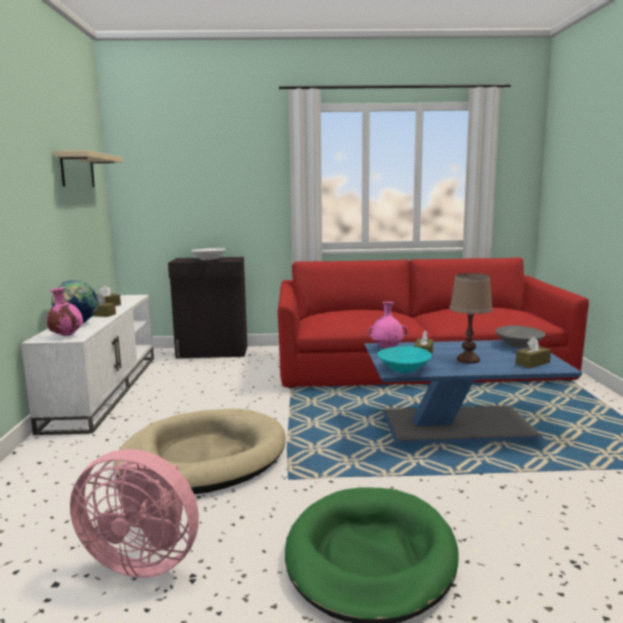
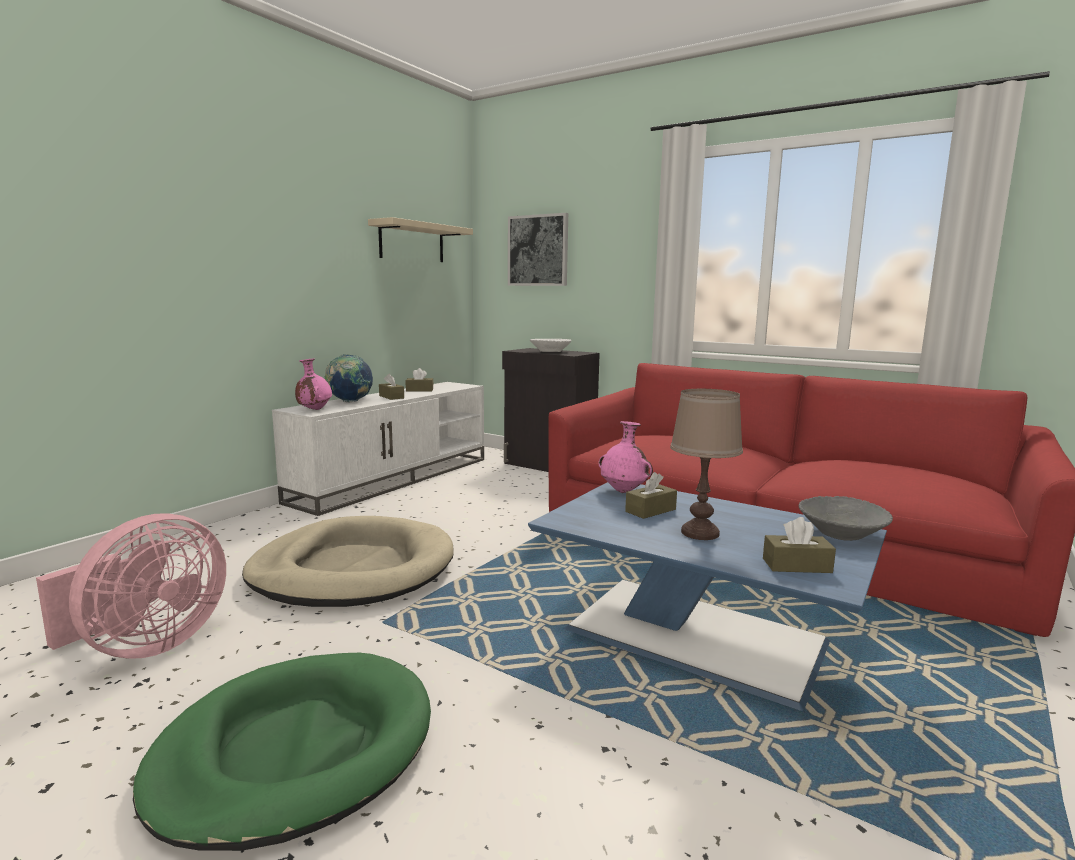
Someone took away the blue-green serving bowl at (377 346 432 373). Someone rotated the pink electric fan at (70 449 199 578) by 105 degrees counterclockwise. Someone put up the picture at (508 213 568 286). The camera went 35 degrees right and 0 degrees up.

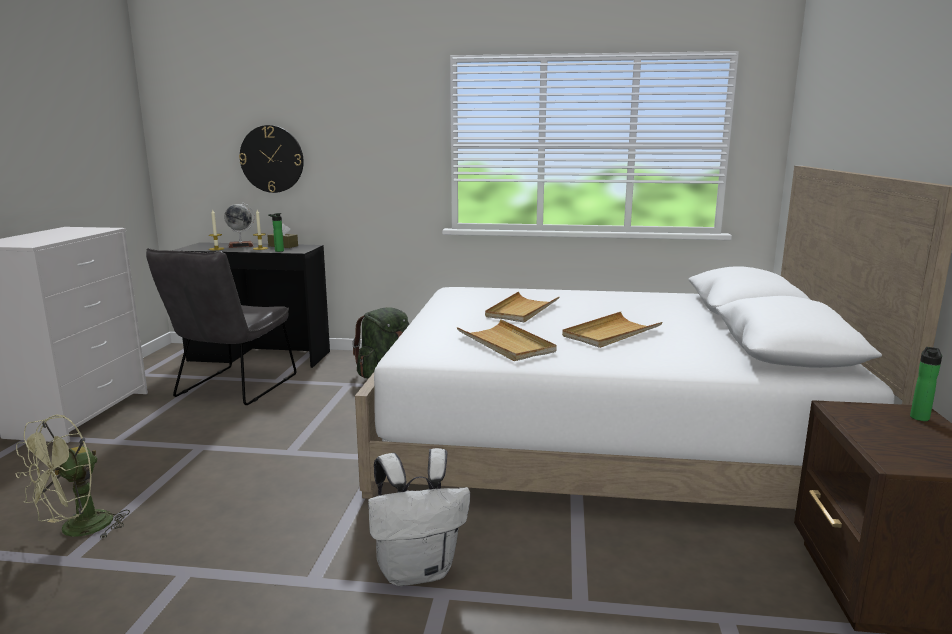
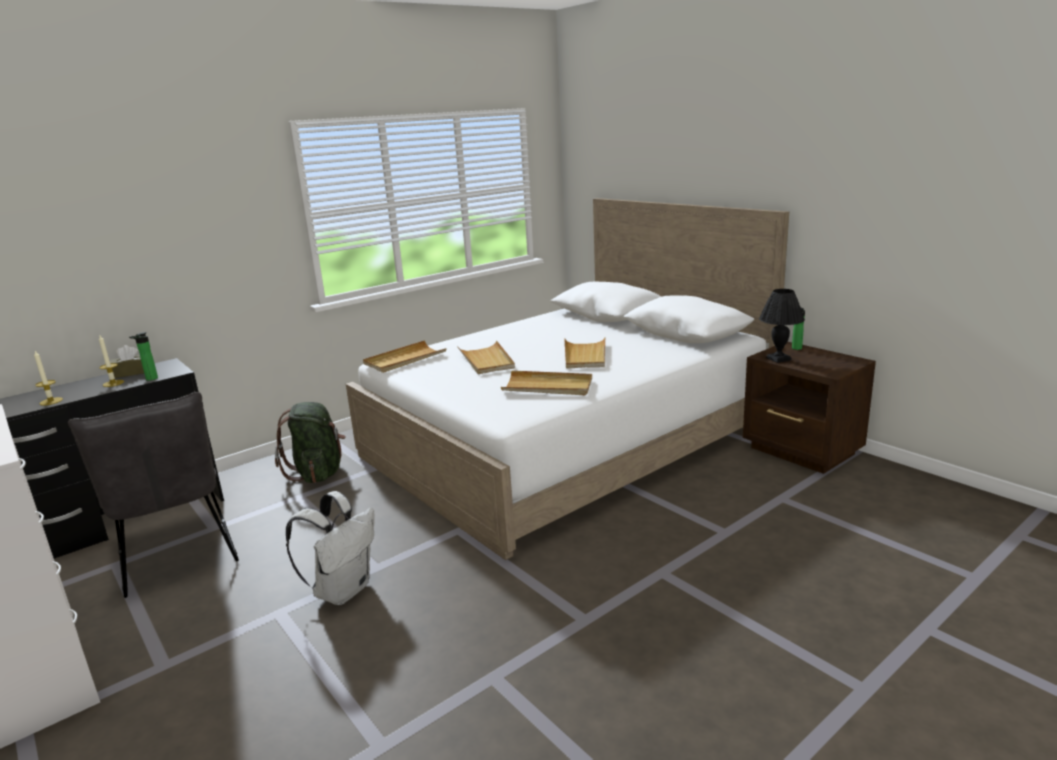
Someone took away the wall clock at (239 125 304 193). Someone took away the desk globe at (224 202 254 248). Someone took away the green electric fan at (15 415 130 540). Someone carried the white backpack from (368 448 470 586) to (286 491 375 605). Someone put down the black tabletop lamp at (759 289 805 363). Someone put down the beige-coloured serving tray at (363 340 447 373). The camera went 45 degrees left and 5 degrees up.

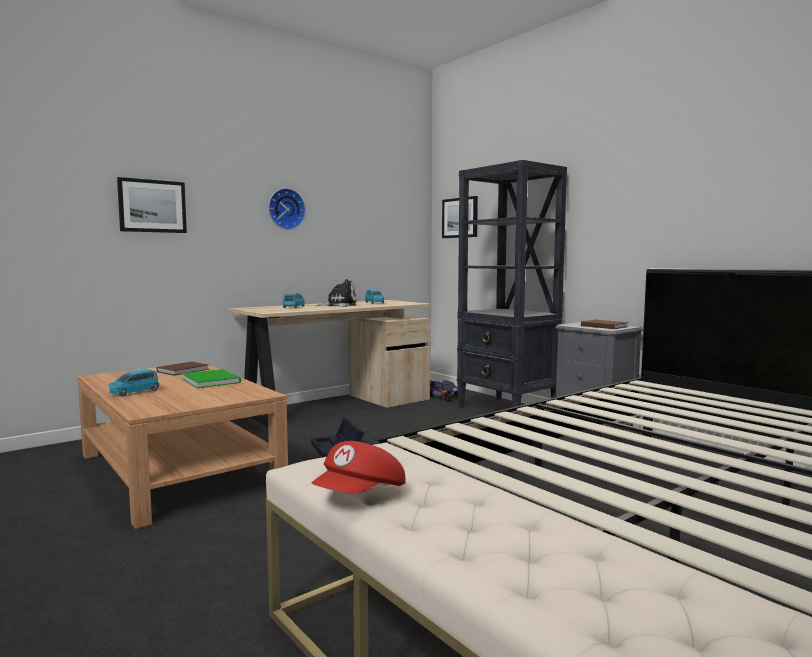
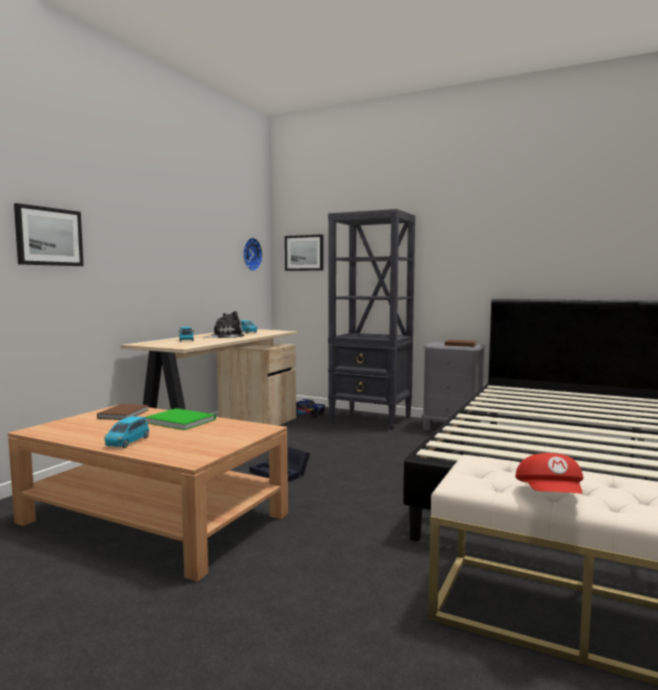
Someone carried the wall clock from (268 188 306 230) to (243 238 262 271). The camera went 25 degrees left and 0 degrees up.

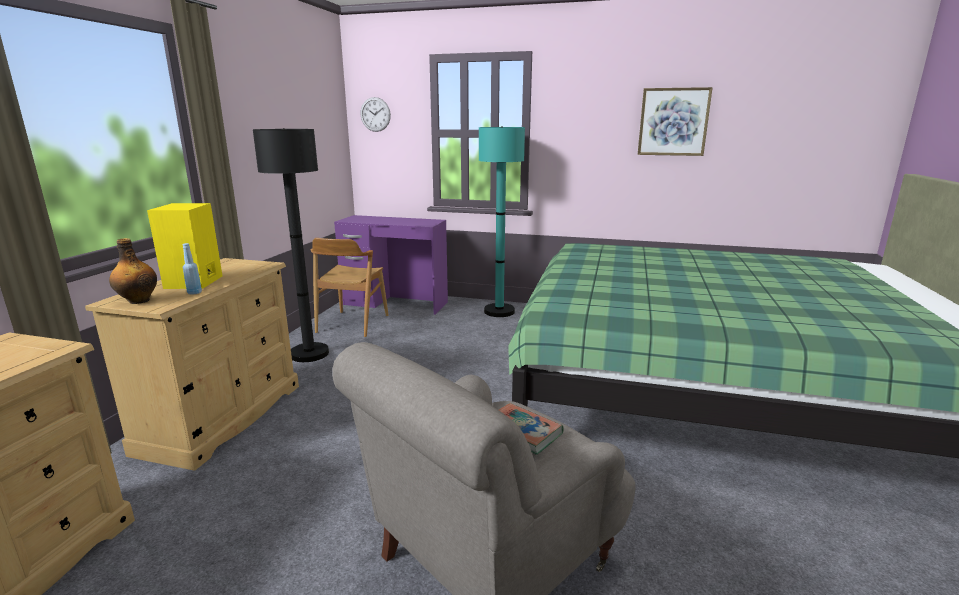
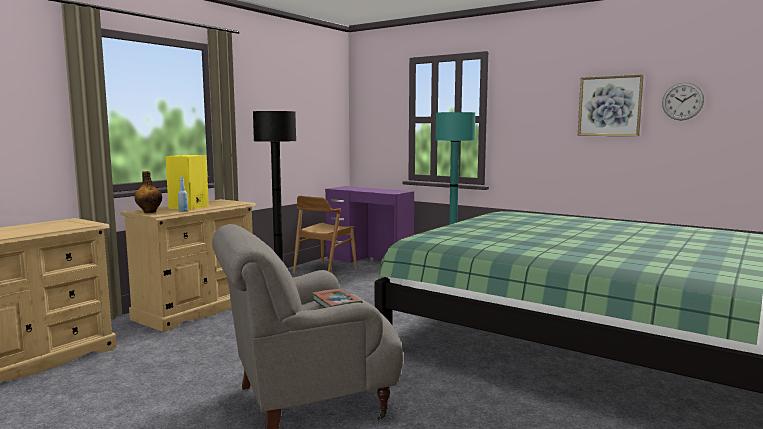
Someone carried the wall clock from (360 97 391 132) to (662 82 704 120). The camera went 20 degrees right and 10 degrees down.

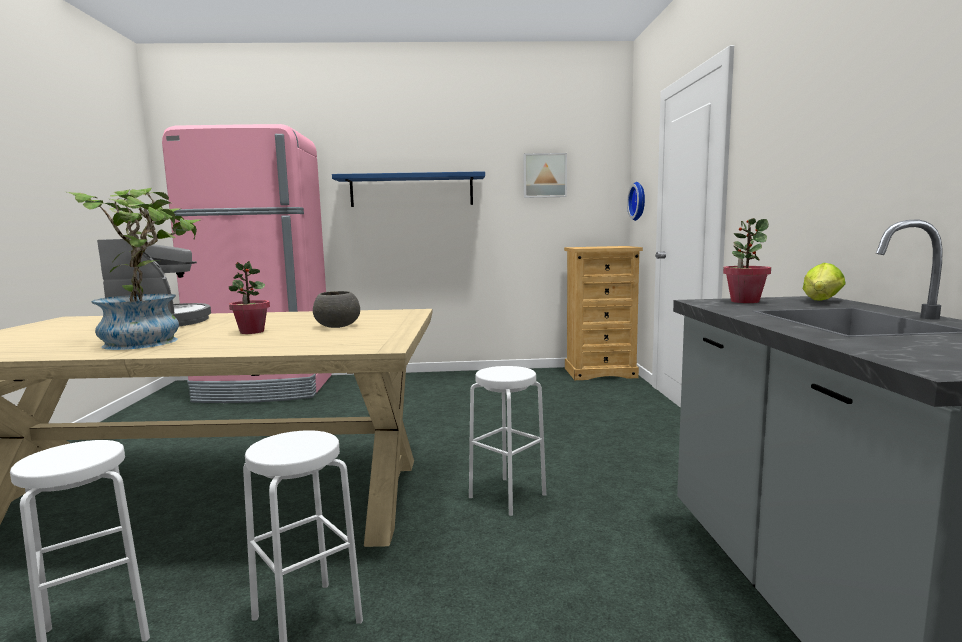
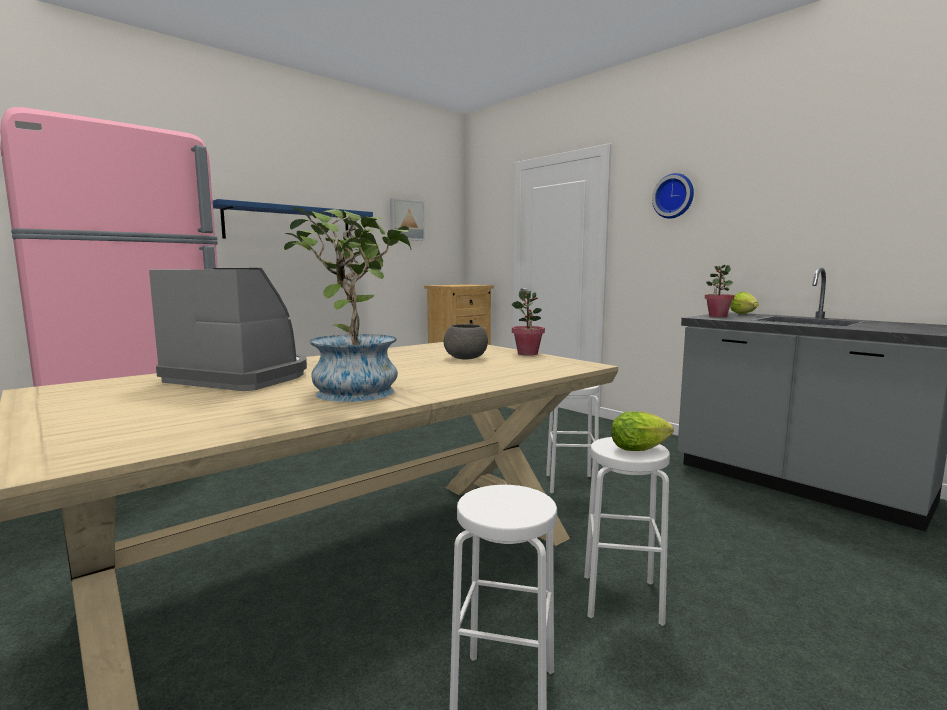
Someone carried the wall clock from (627 182 645 221) to (652 173 694 219). Someone carried the plant in a pot from (229 261 270 334) to (512 291 545 356). Someone put down the head of lettuce at (611 412 674 451). The camera went 40 degrees left and 0 degrees up.

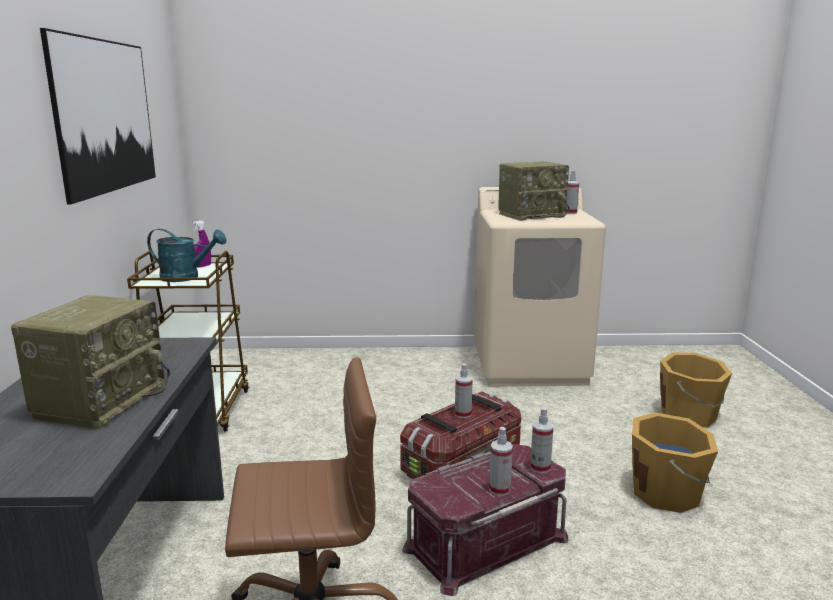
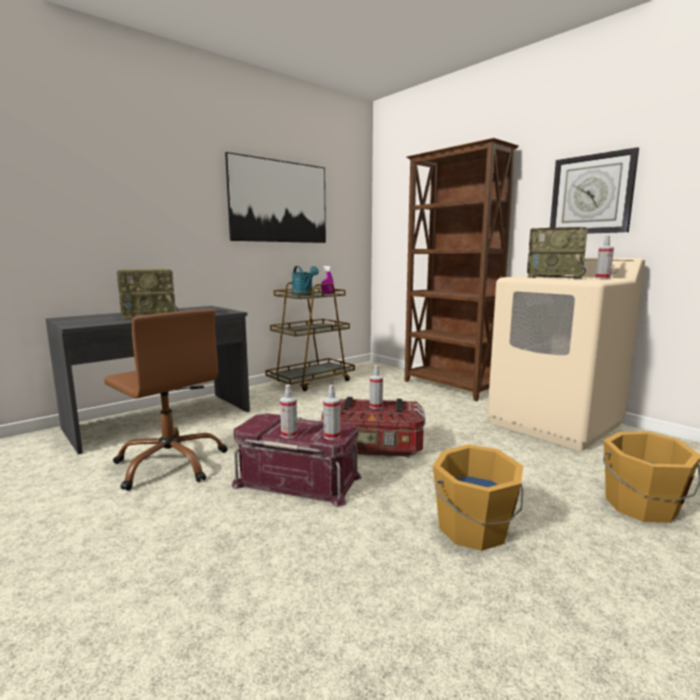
Someone put down the brown-coloured bookcase at (405 138 519 401). Someone put up the wall clock at (550 147 639 234). The camera went 50 degrees right and 5 degrees down.

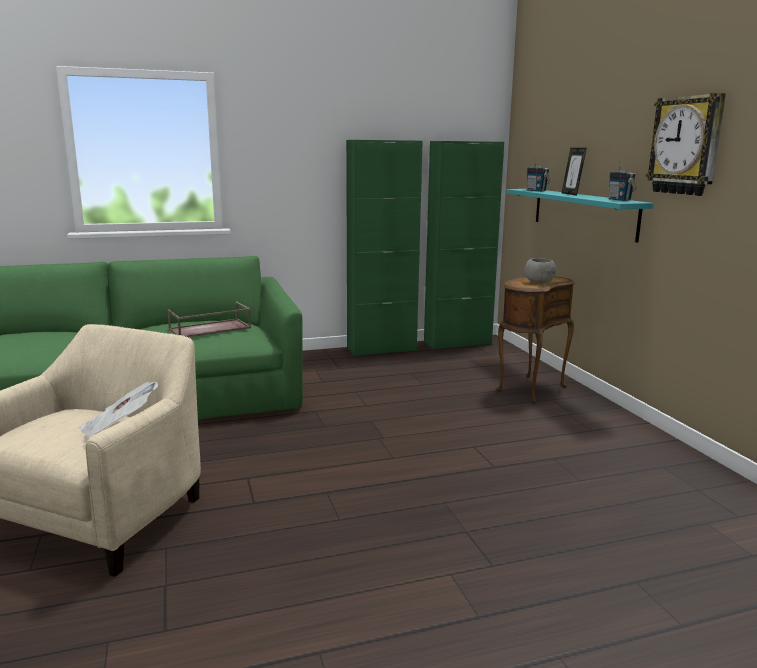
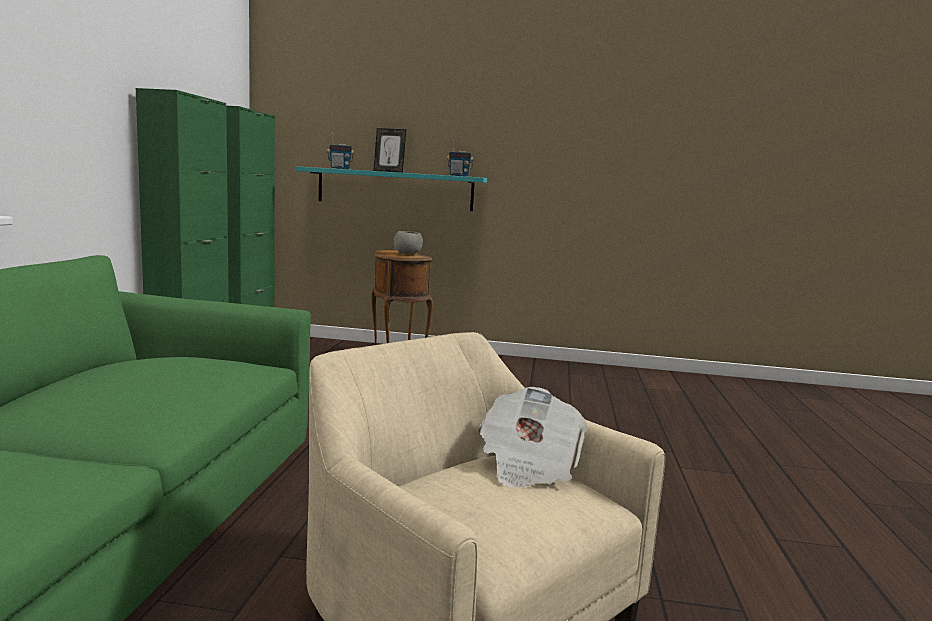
Someone took away the wall clock at (646 93 726 196). Someone took away the brown-coloured serving tray at (167 301 251 337). The camera went 65 degrees left and 5 degrees down.

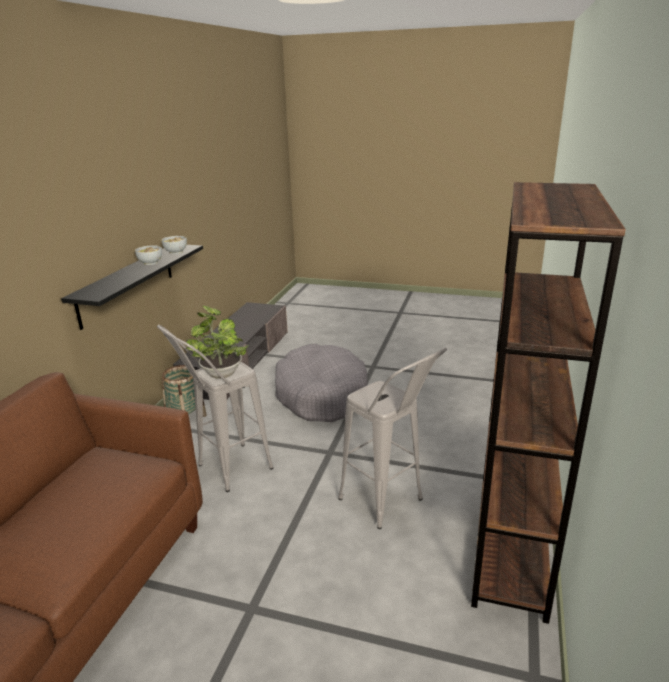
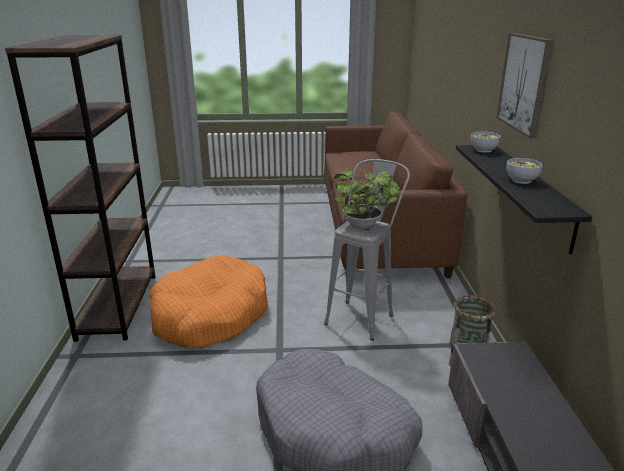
Someone carried the serving bowl from (161 236 187 254) to (471 132 500 153). Someone swapped the greyish stool at (338 348 447 529) for the orange pet bed at (149 255 268 348). Someone put up the picture at (497 33 554 138). The camera went 160 degrees right and 0 degrees up.

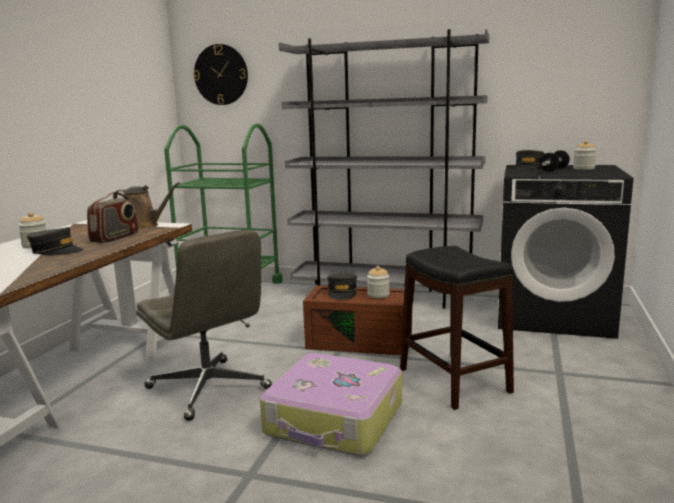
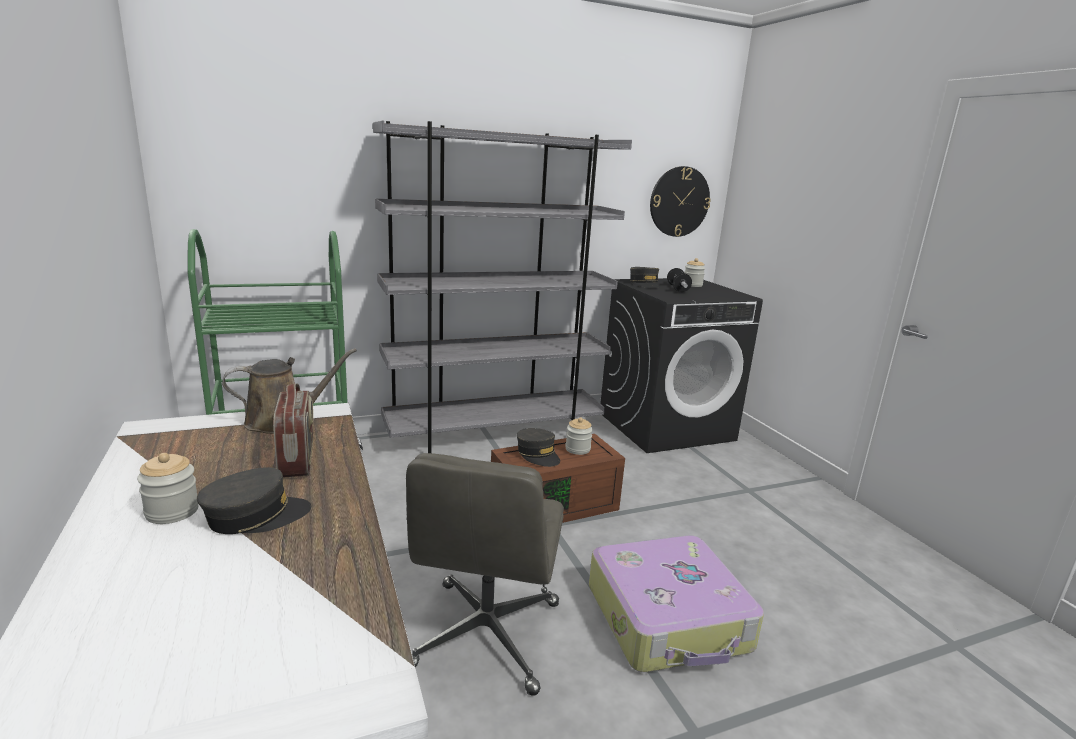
Someone carried the wall clock from (193 44 248 105) to (650 166 711 237). Someone rotated the greyish office chair at (136 229 272 421) by 90 degrees clockwise. Someone took away the black stool at (400 246 514 410). The camera went 40 degrees left and 5 degrees up.

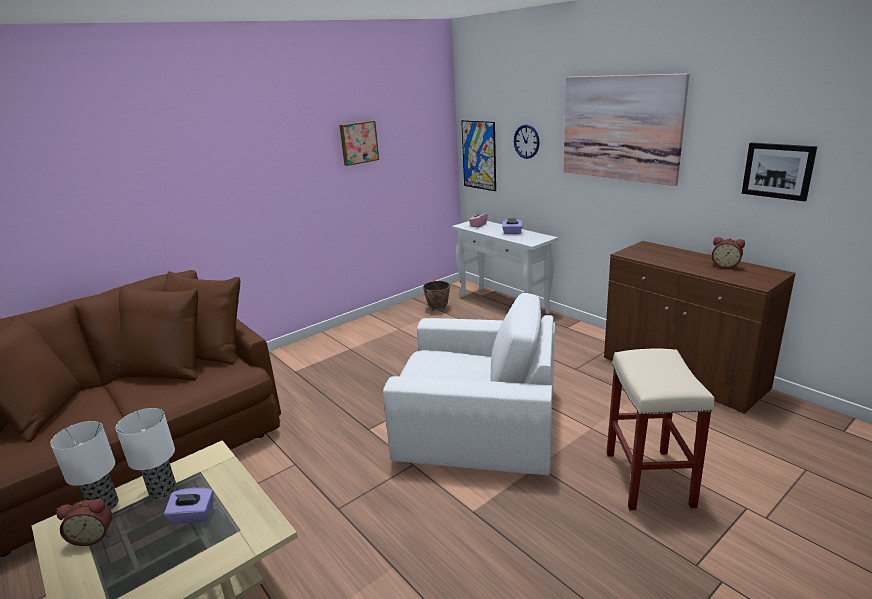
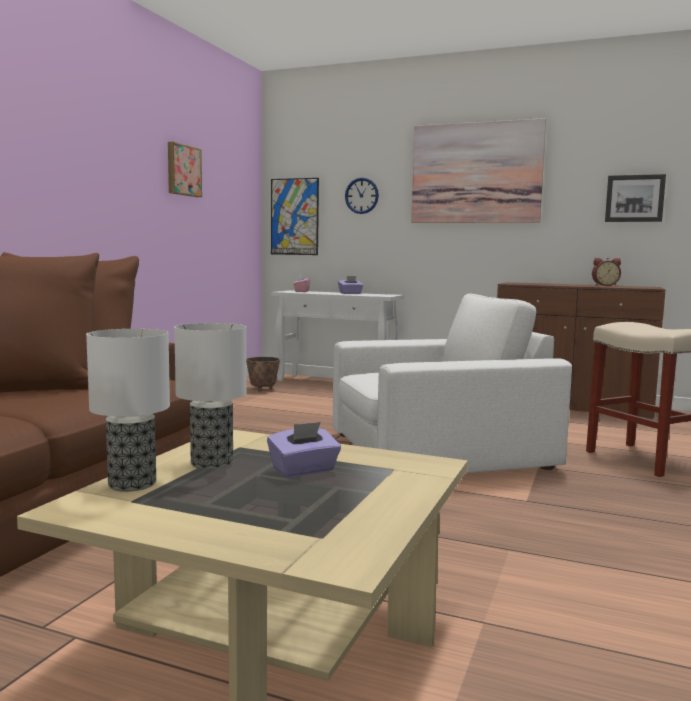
Someone took away the bedside clock at (56 499 112 546). The camera went 30 degrees left and 15 degrees down.

